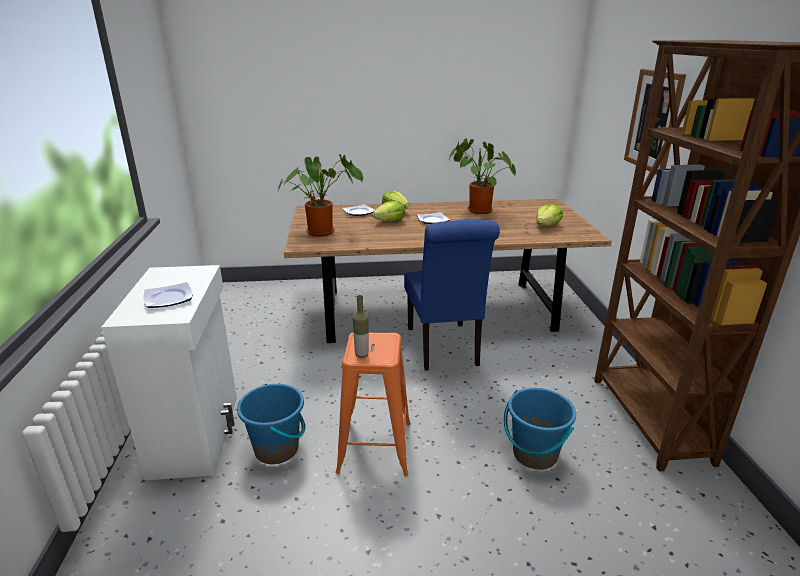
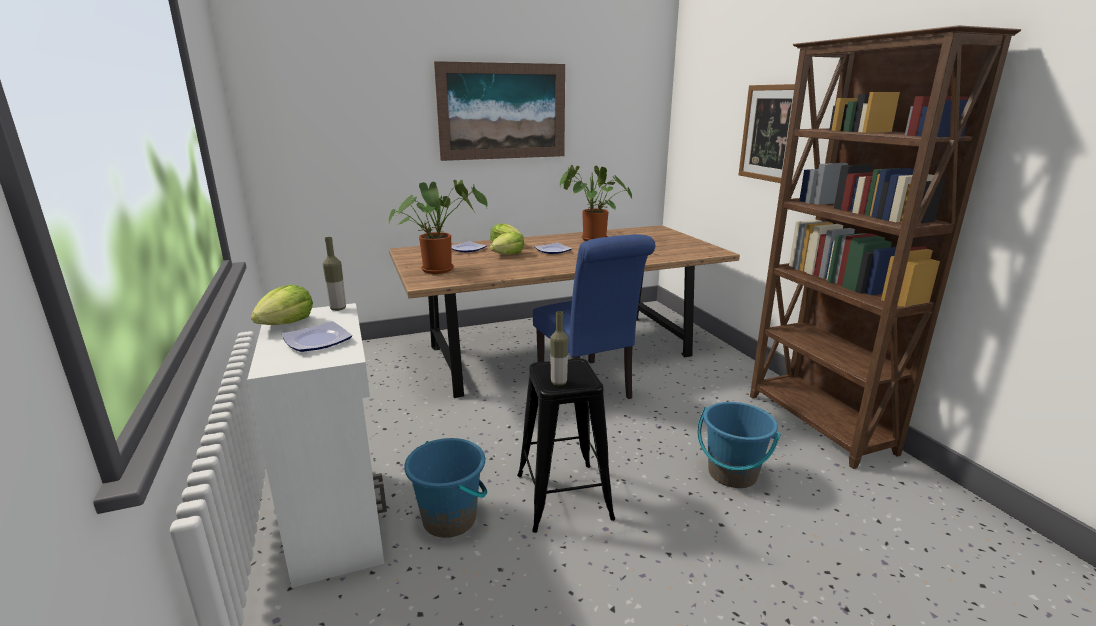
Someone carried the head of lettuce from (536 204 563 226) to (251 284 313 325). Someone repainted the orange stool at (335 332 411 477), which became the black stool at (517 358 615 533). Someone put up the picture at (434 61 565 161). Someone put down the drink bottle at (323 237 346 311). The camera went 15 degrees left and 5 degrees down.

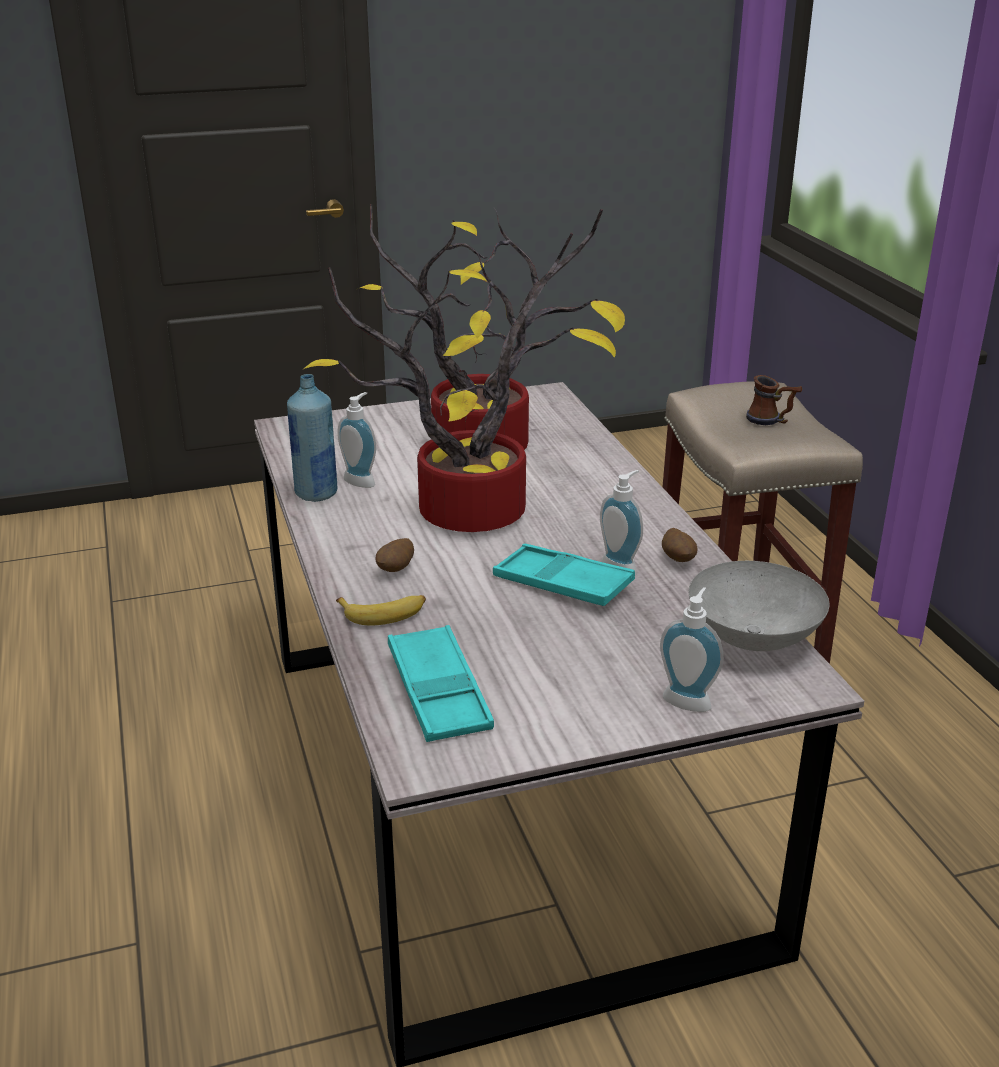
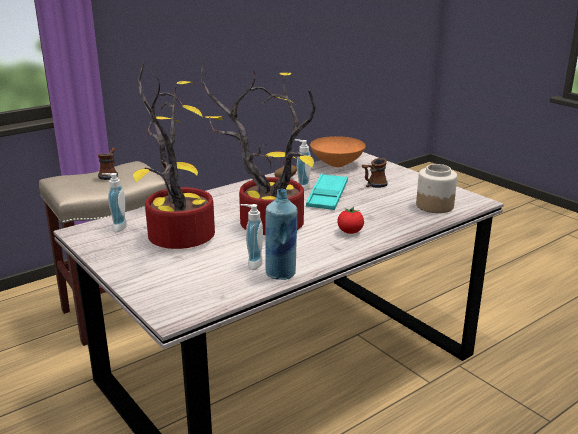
Someone swapped the whole potato at (376 538 414 572) for the whole tomato at (337 207 364 234). Someone repainted the greyish serving bowl at (689 561 829 651), which became the orange serving bowl at (310 136 366 167). Someone carried the soap dispenser from (660 587 724 712) to (102 173 127 232). Someone took away the banana fruit at (336 595 426 625). Someone swapped the blue-green serving tray at (388 625 494 742) for the preserve jar at (416 164 457 213). Someone put down the mug at (362 158 387 188). The camera went 110 degrees left and 5 degrees down.

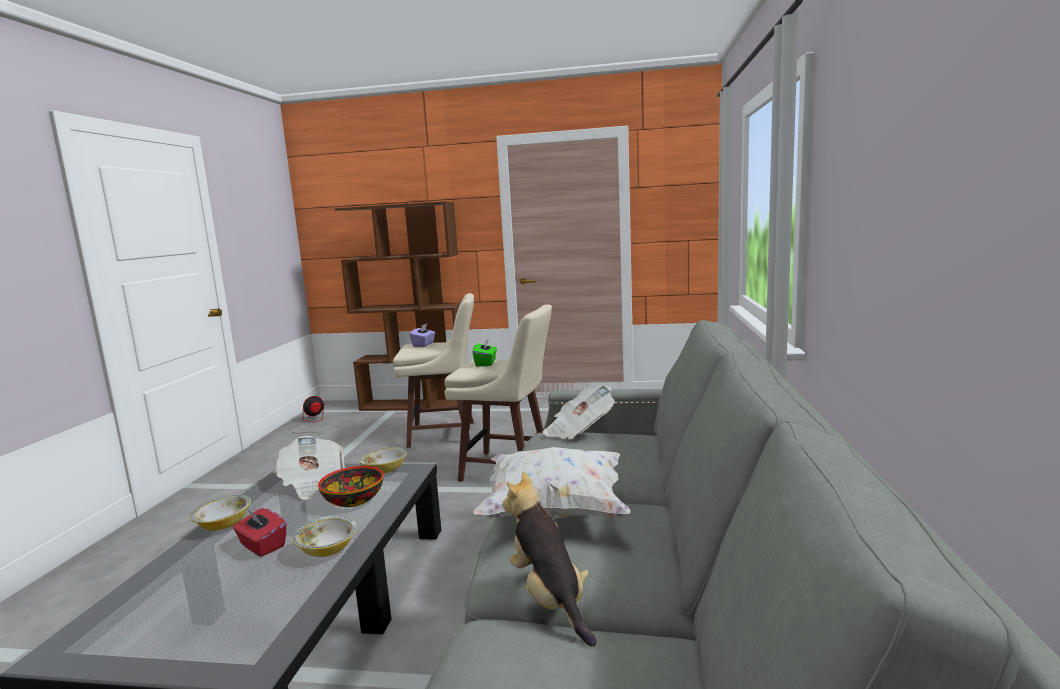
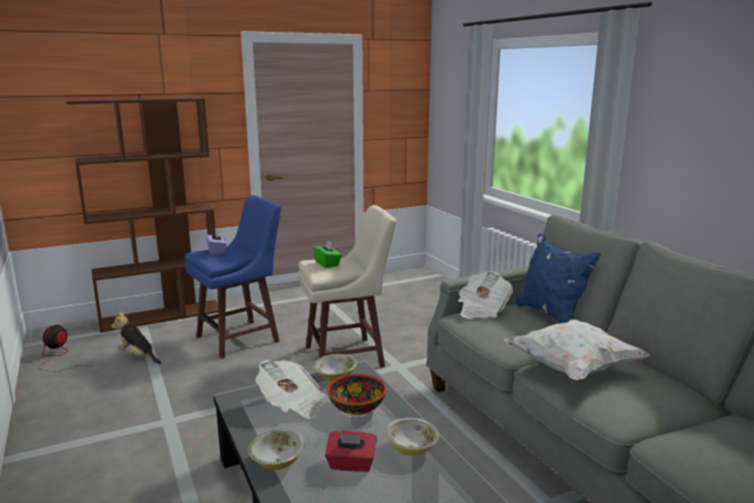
Someone repainted the beige-coloured stool at (393 293 474 448), which became the blue stool at (185 195 281 359). Someone carried the cuddly toy from (502 472 597 647) to (112 312 161 364). Someone put down the blue cushion at (515 233 601 324). The camera went 35 degrees left and 5 degrees up.

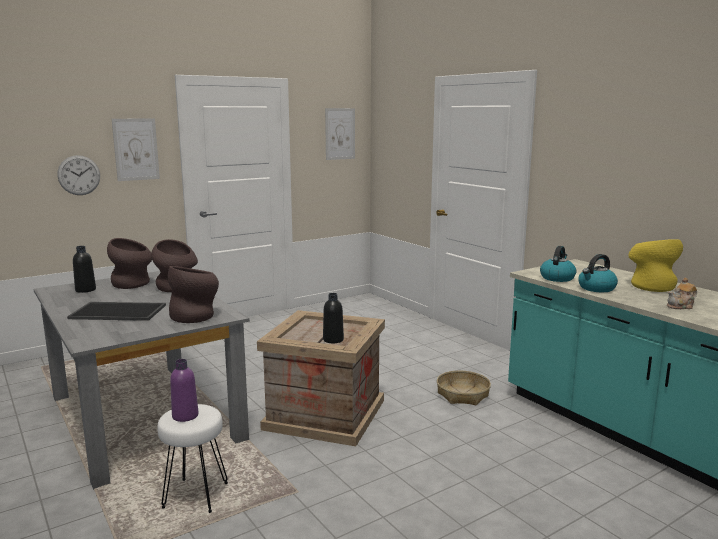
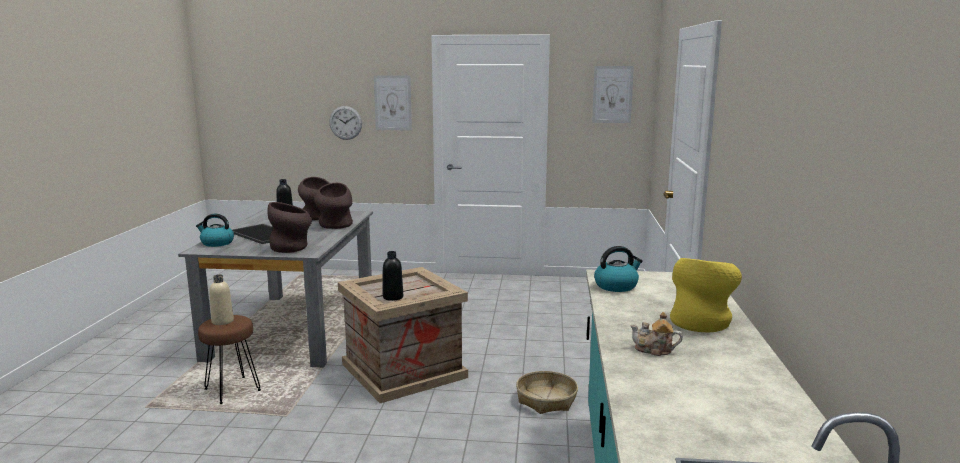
Someone carried the tea kettle from (578 254 618 292) to (196 214 234 247). Someone repainted the purple drink bottle at (170 359 199 422), which became the beige-coloured drink bottle at (209 274 234 325). Someone repainted the white stool at (157 404 228 513), which became the brown-coloured stool at (198 315 261 404). The camera went 40 degrees right and 0 degrees up.

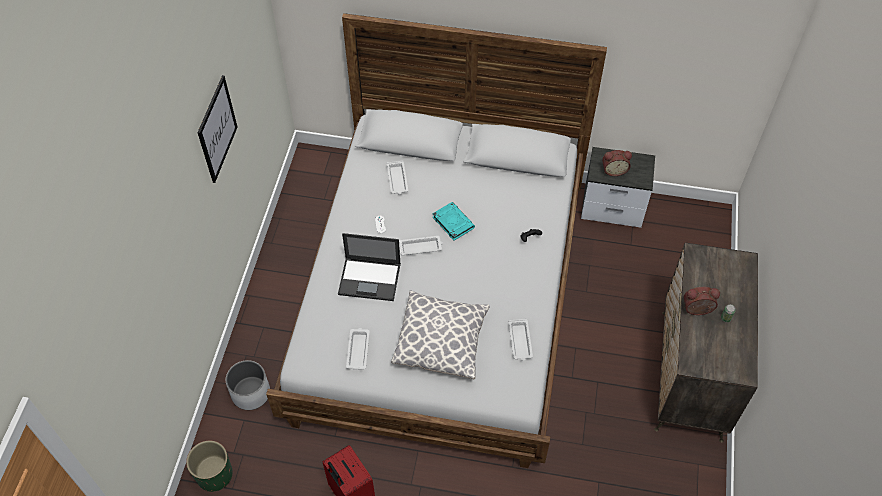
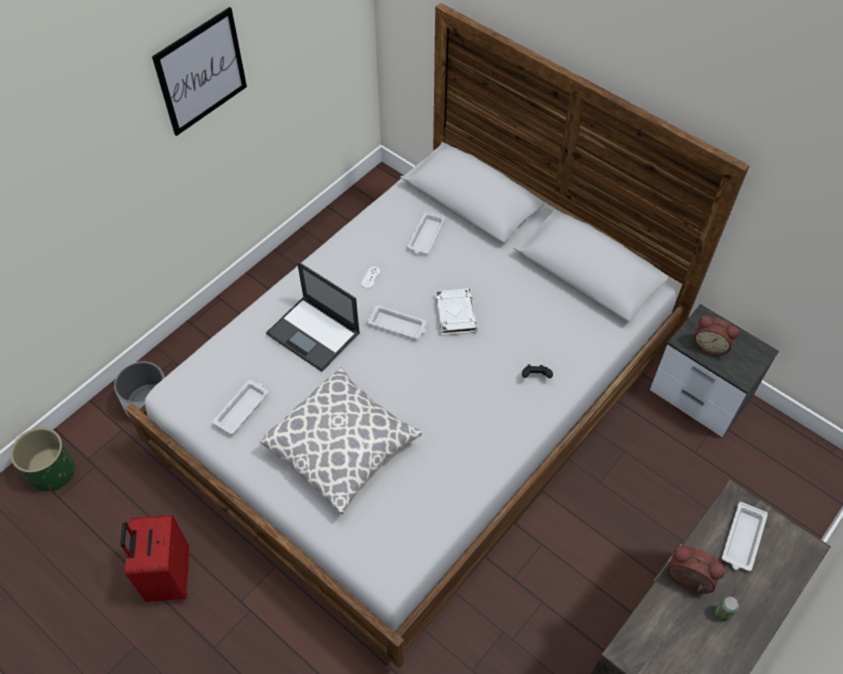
Someone repainted the blue-green volume at (432 202 475 241), which became the white volume at (436 288 477 336). Someone carried the white serving tray from (509 319 533 361) to (722 502 768 571). The camera went 30 degrees right and 0 degrees up.

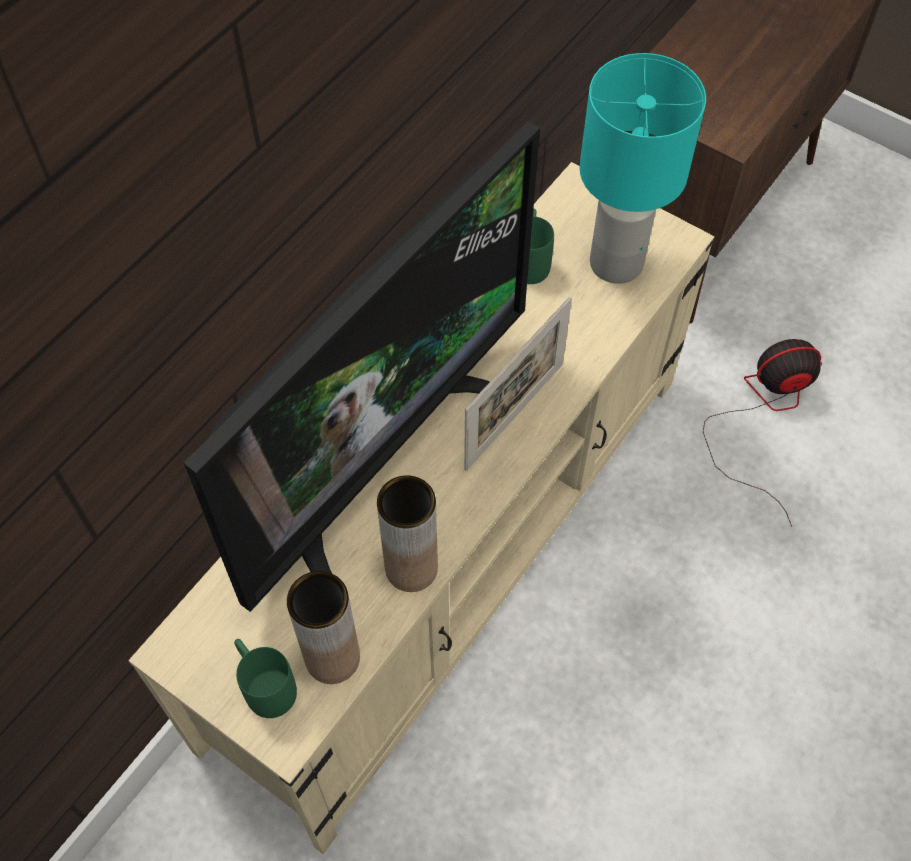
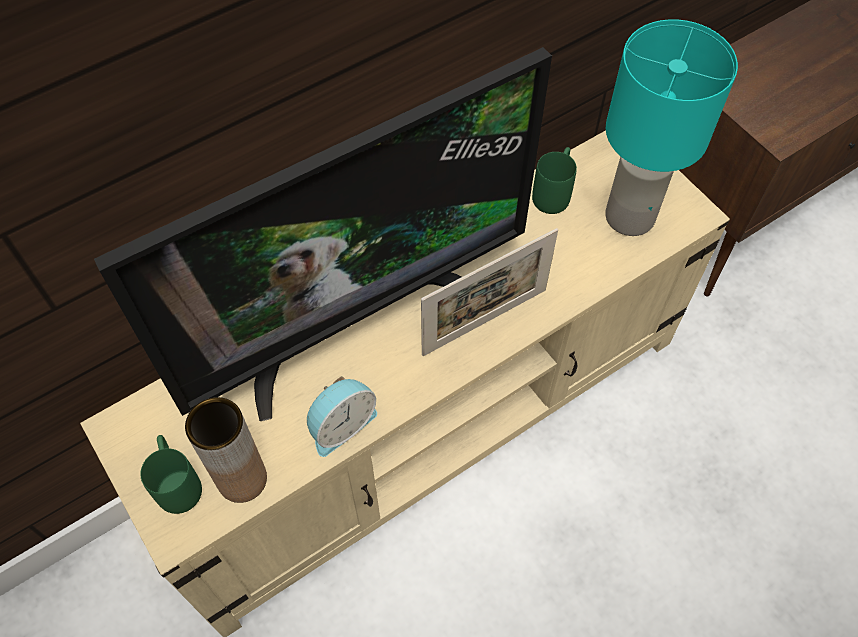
Someone took away the electric fan at (703 339 822 527). Someone swapped the brown-coloured flower vase at (377 475 438 592) for the bedside clock at (307 376 377 457). The camera went 20 degrees right and 0 degrees up.

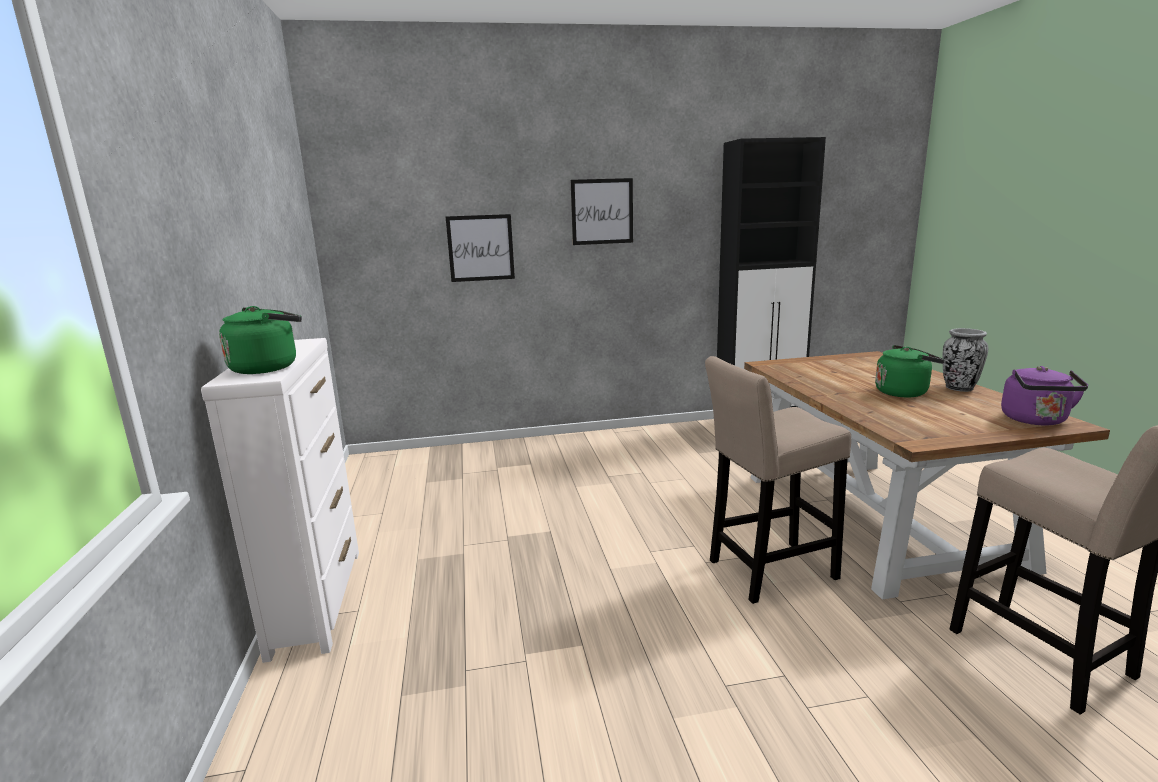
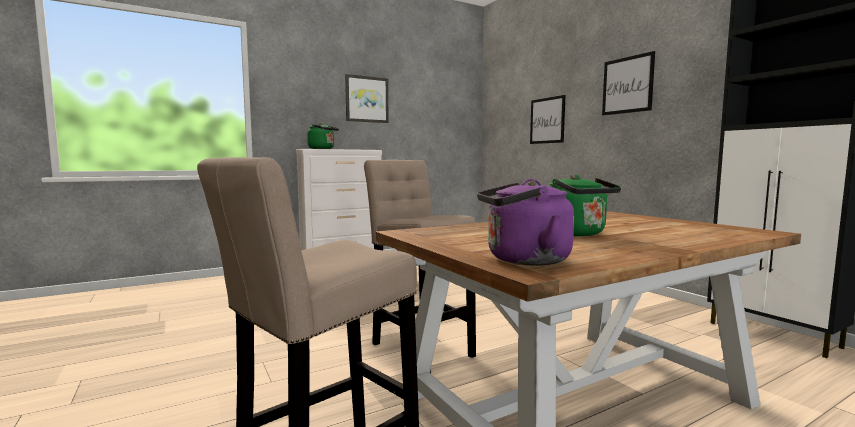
Someone took away the flower vase at (943 328 988 392). Someone put up the picture at (345 74 389 123). The camera went 70 degrees right and 10 degrees down.

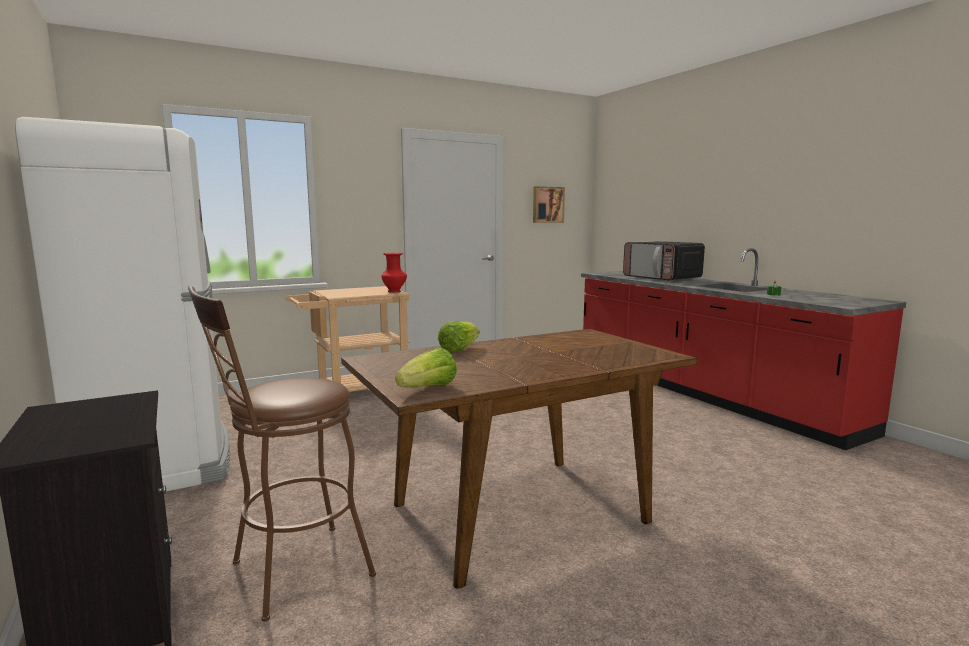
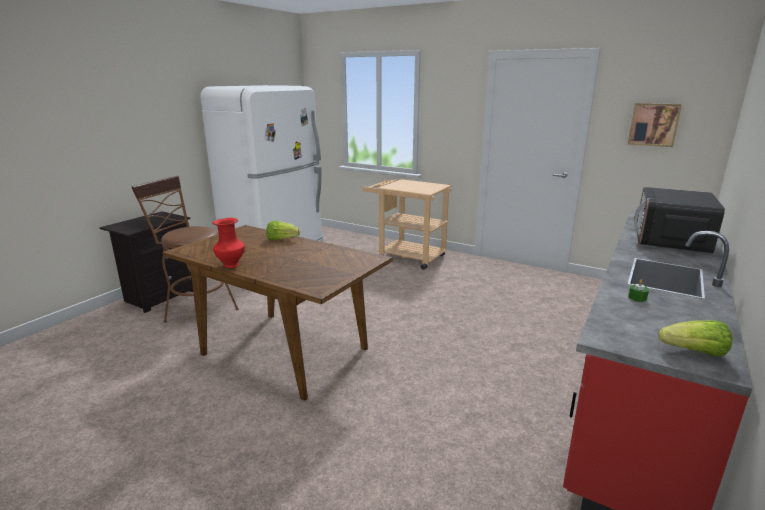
Someone carried the reddish flower vase from (382 253 407 293) to (212 218 245 268). Someone carried the head of lettuce from (395 347 457 388) to (659 320 732 356). The camera went 60 degrees right and 10 degrees up.

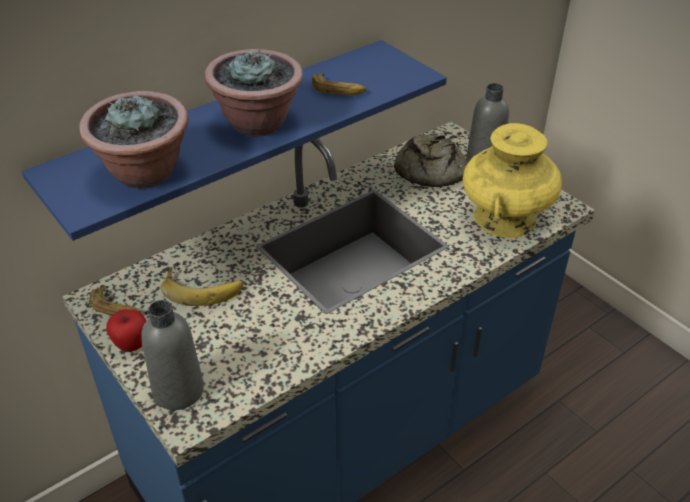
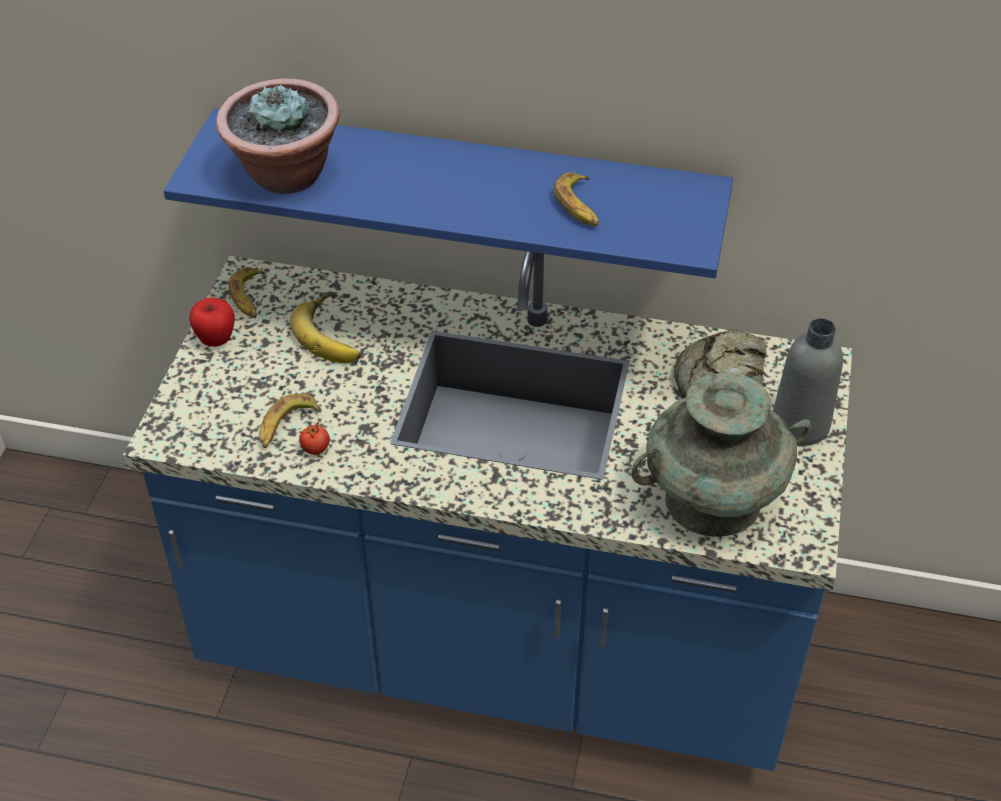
Someone took away the plant in a pot at (204 49 303 137). Someone repainted the yellowish flower vase at (463 123 562 238), which became the blue-green flower vase at (631 373 811 537). Someone took away the greyish drink bottle at (141 300 204 410). Someone put down the banana fruit at (260 394 321 448). Someone put down the whole tomato at (299 421 330 455). The camera went 50 degrees right and 5 degrees up.

